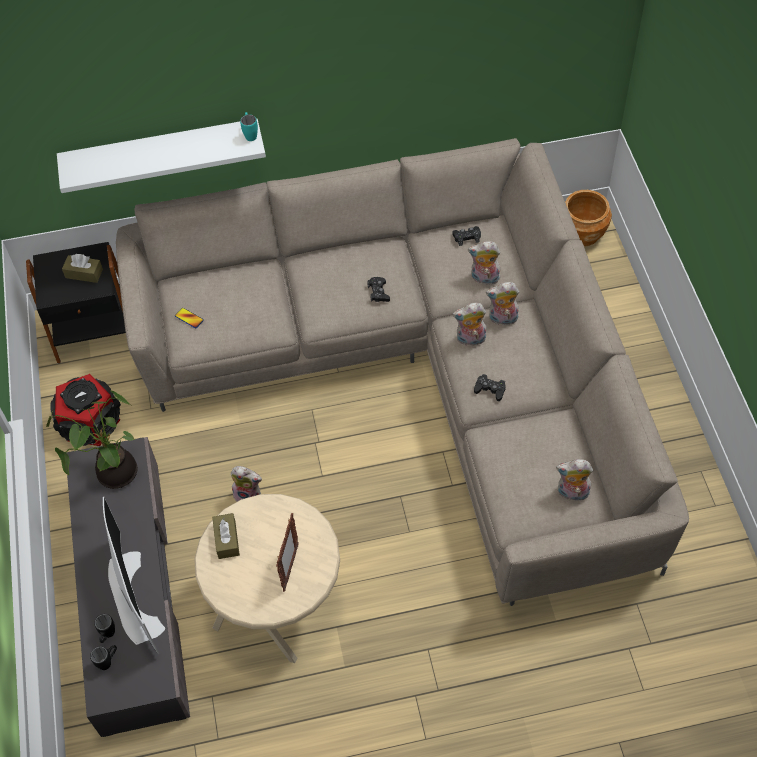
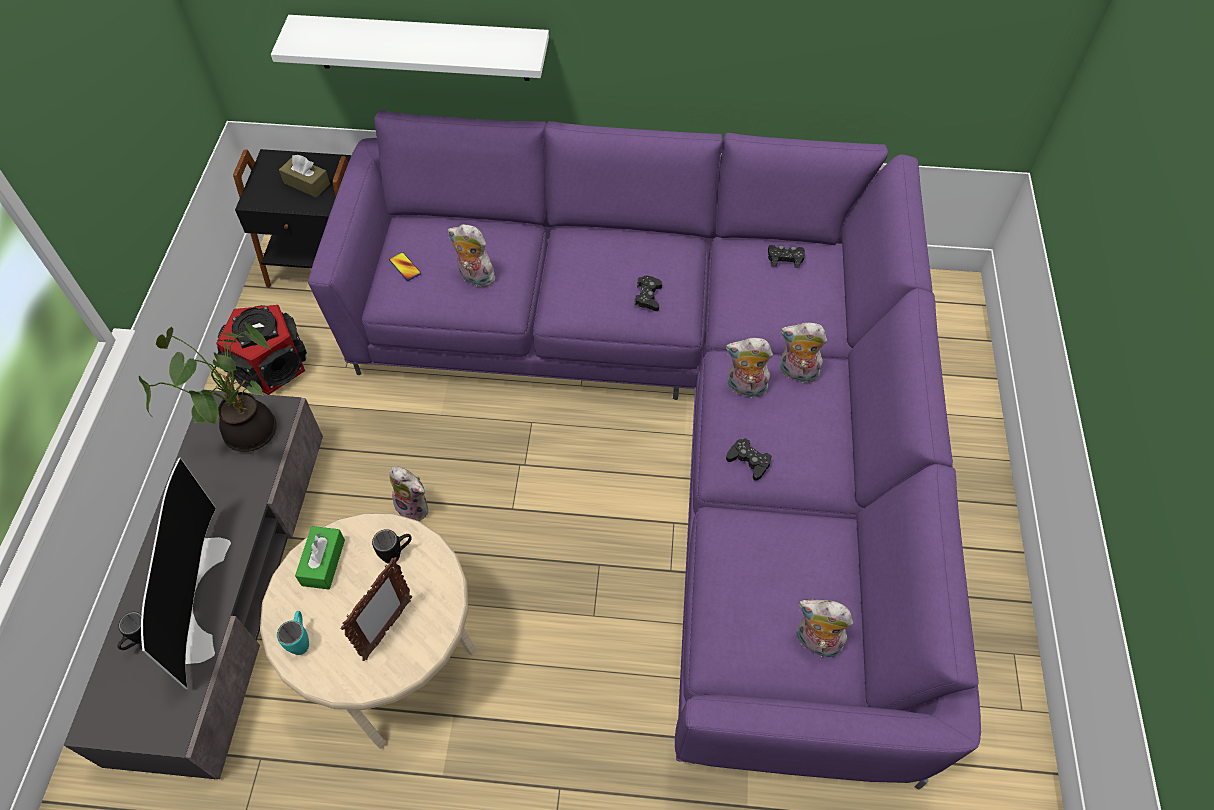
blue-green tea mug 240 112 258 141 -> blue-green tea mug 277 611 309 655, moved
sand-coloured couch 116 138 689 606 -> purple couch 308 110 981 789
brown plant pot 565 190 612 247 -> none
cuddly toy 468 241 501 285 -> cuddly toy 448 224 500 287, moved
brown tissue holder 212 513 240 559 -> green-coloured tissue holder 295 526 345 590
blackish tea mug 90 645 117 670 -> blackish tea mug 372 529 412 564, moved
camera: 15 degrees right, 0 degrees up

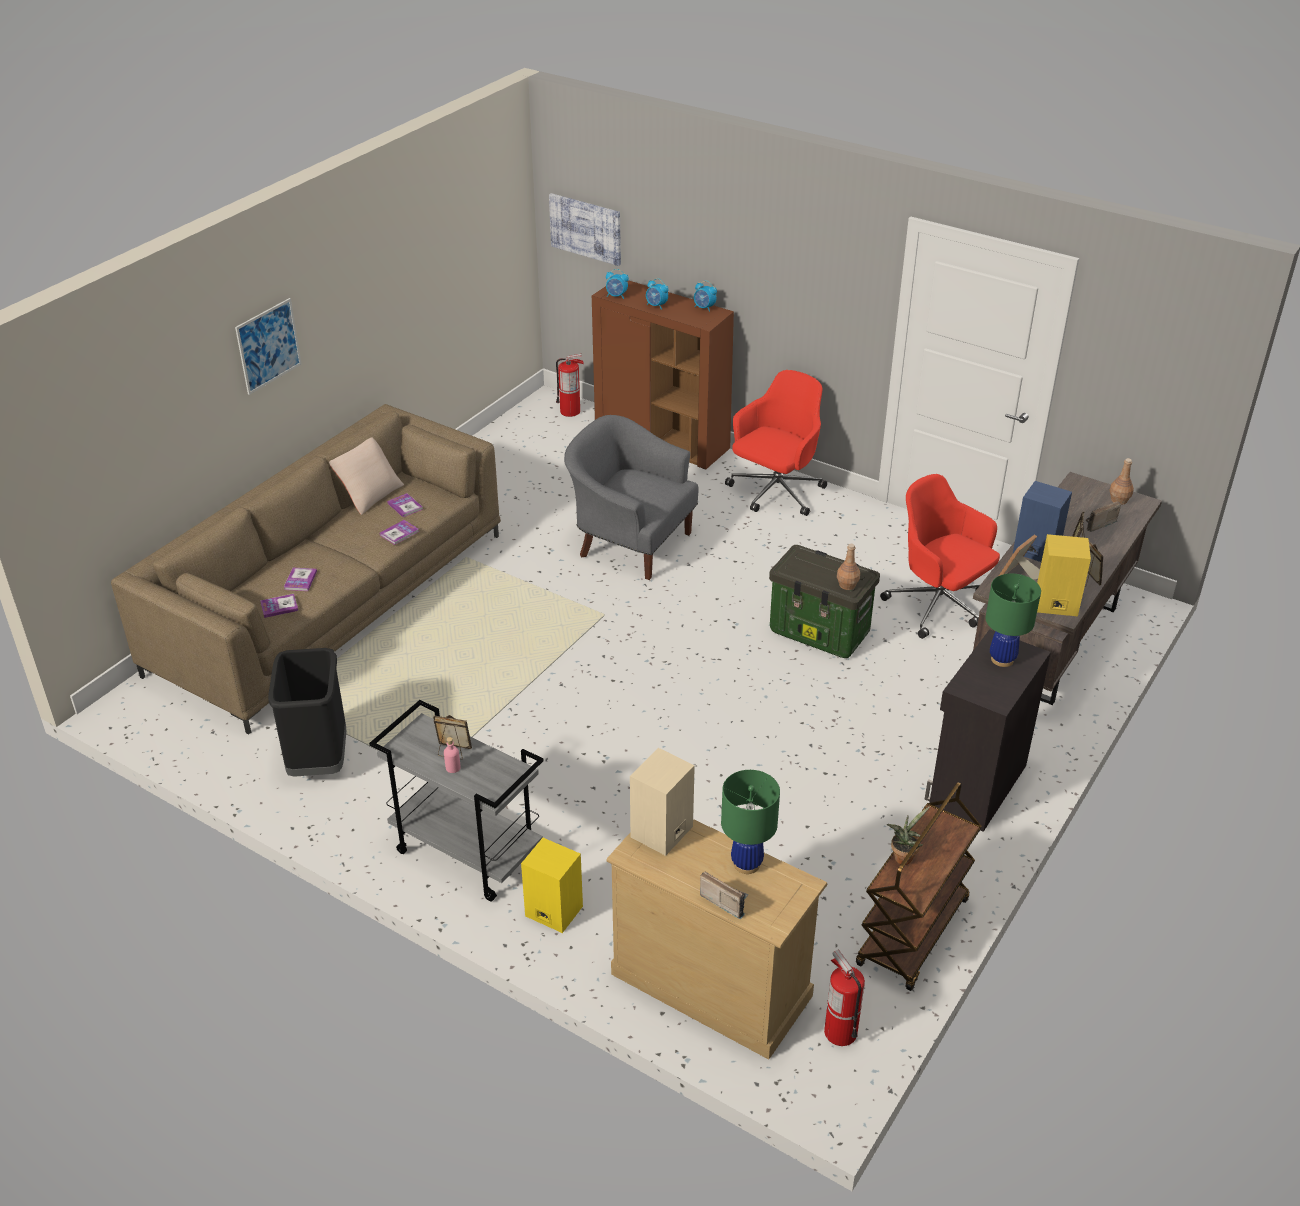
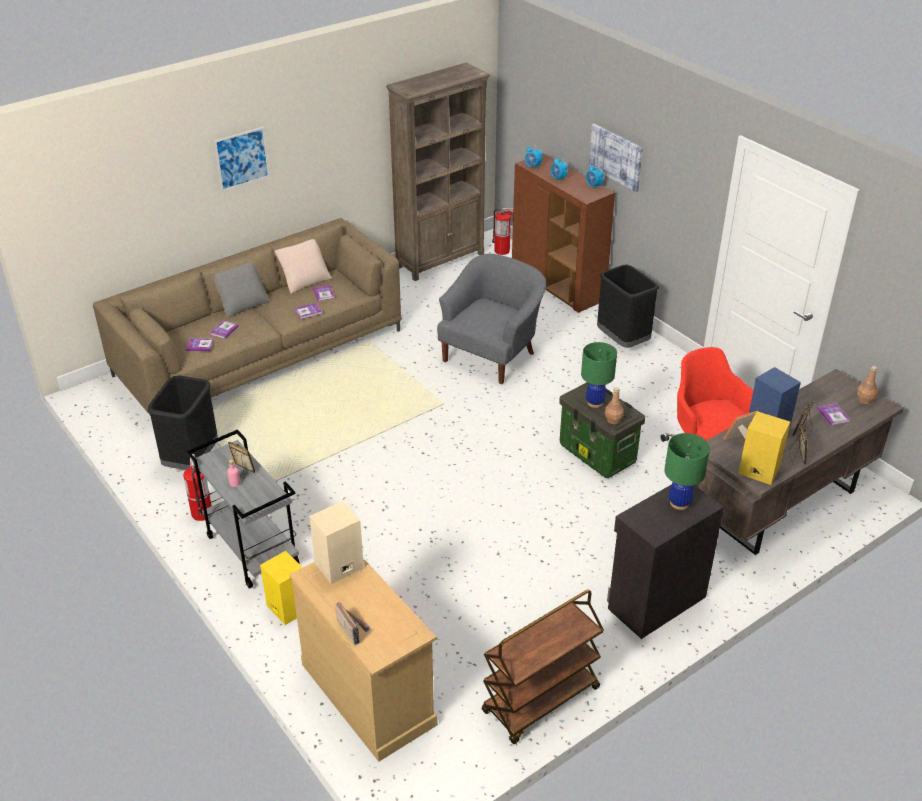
wall art 549 193 621 266 -> wall art 589 124 643 192, moved
red office chair 725 370 827 516 -> blackish rubbish bin 597 265 659 348
grey easy chair 564 415 699 580 -> grey easy chair 437 254 546 384, 75 degrees clockwise
radio 1085 501 1121 532 -> bound book 817 403 850 425
green-coloured lamp for a table 721 770 780 874 -> green-coloured lamp for a table 581 342 617 408, moved
potted plant 886 807 930 865 -> none
extinguisher 824 949 865 1046 -> extinguisher 183 454 212 521, moved
none -> brown shelving unit 386 63 490 281
none -> grey cushion 214 262 271 318
camera: 20 degrees right, 0 degrees up

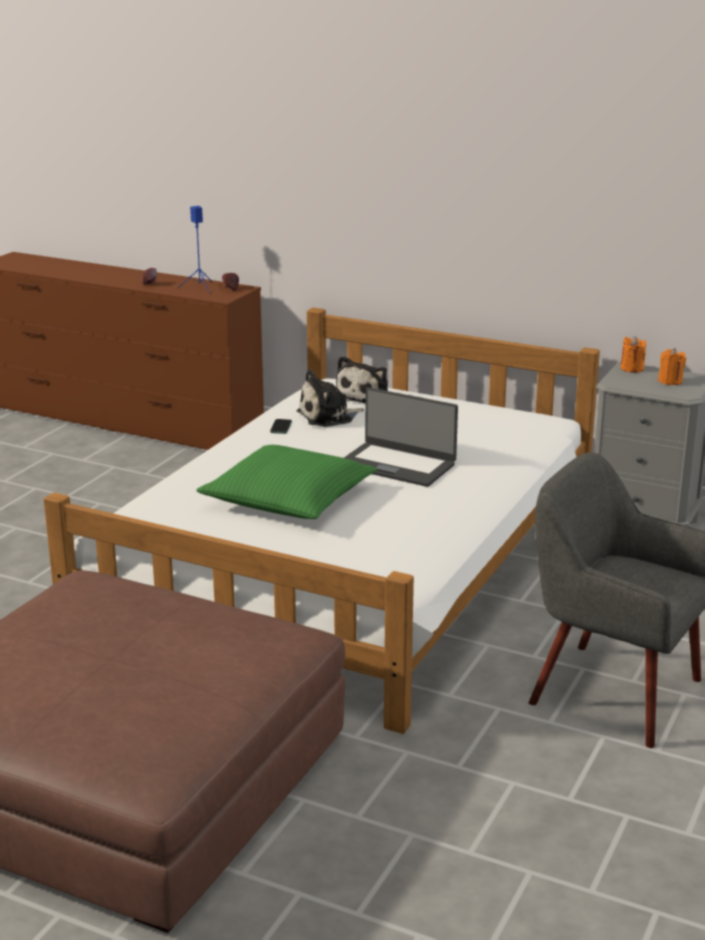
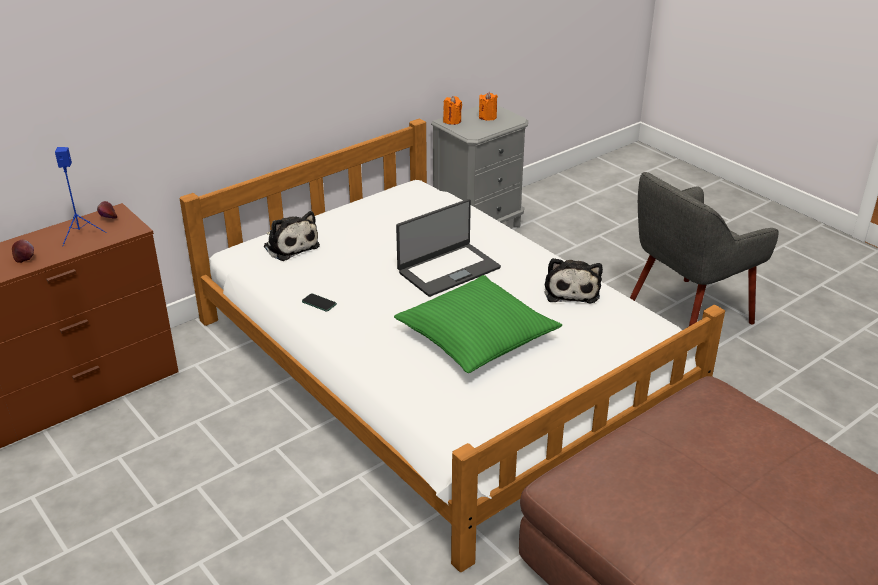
cuddly toy 297 370 364 427 -> cuddly toy 544 258 603 303, moved
camera: 65 degrees left, 10 degrees up

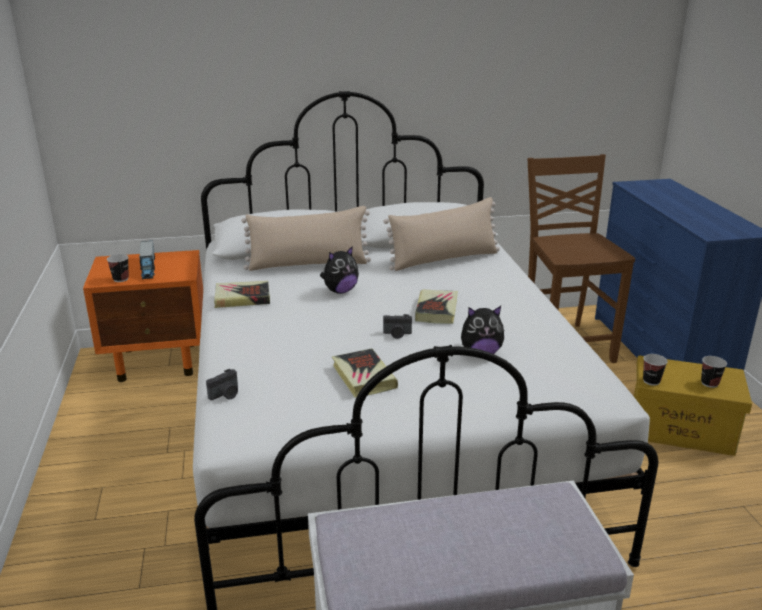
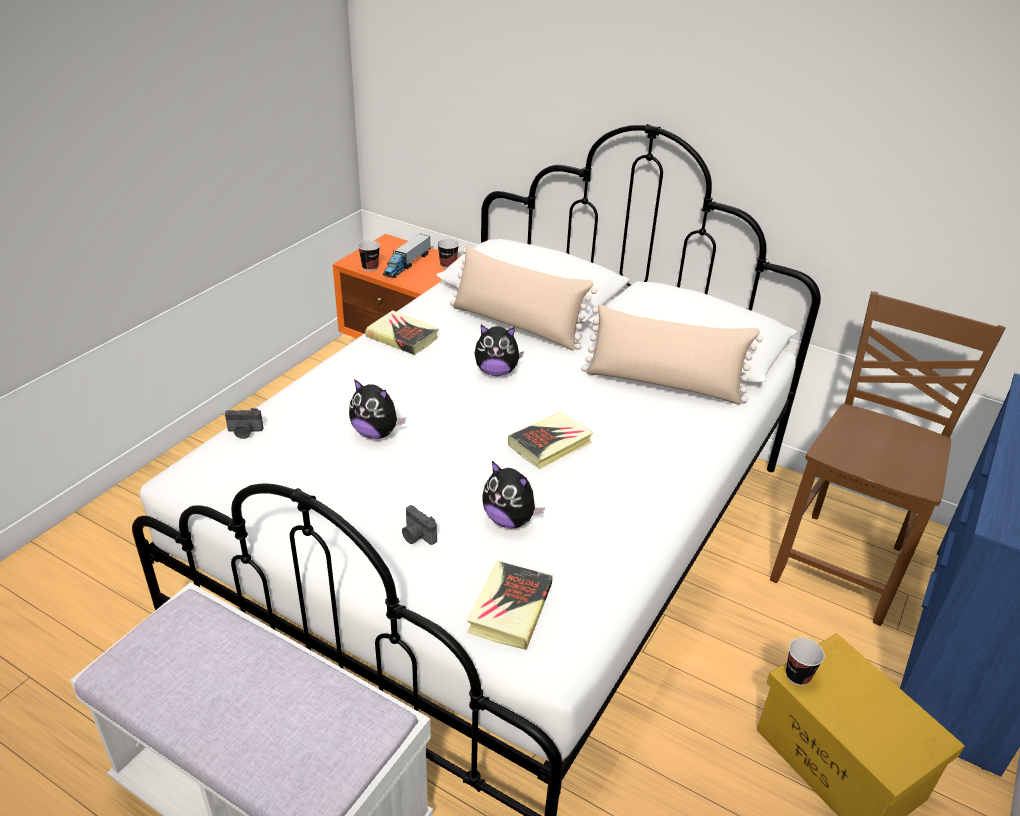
still camera 383 314 412 339 -> still camera 402 505 437 545, moved
bound book 332 348 398 398 -> bound book 467 561 553 650, moved
cup 701 356 727 388 -> cup 437 239 459 269, moved
none -> cuddly toy 349 379 406 439
camera: 40 degrees right, 10 degrees up

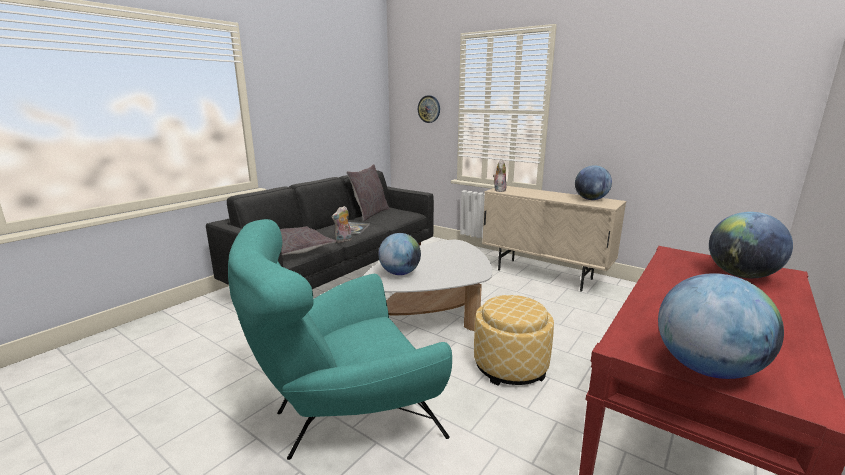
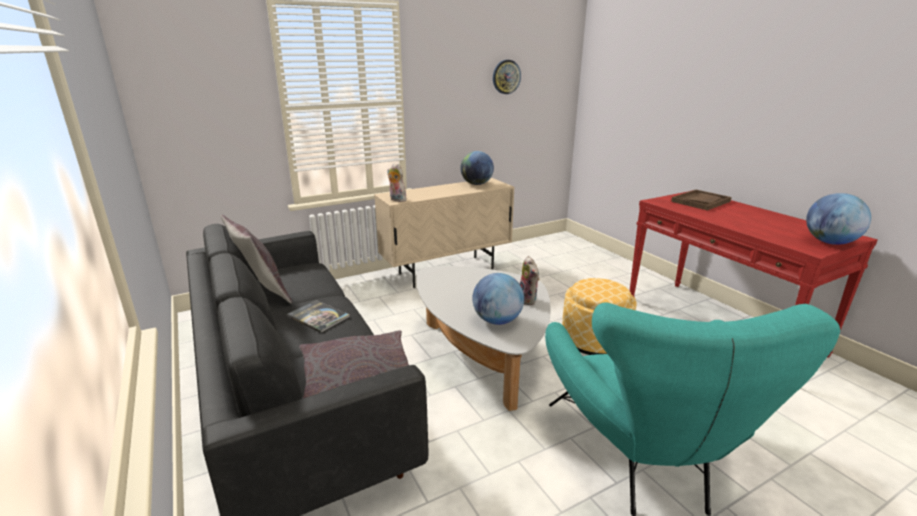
hanging clock 418 95 440 123 -> hanging clock 493 60 521 94, moved
cuddly toy 331 206 352 243 -> cuddly toy 519 256 539 305, moved
world globe 709 212 793 278 -> brown tray 671 190 732 211
camera: 65 degrees left, 5 degrees up

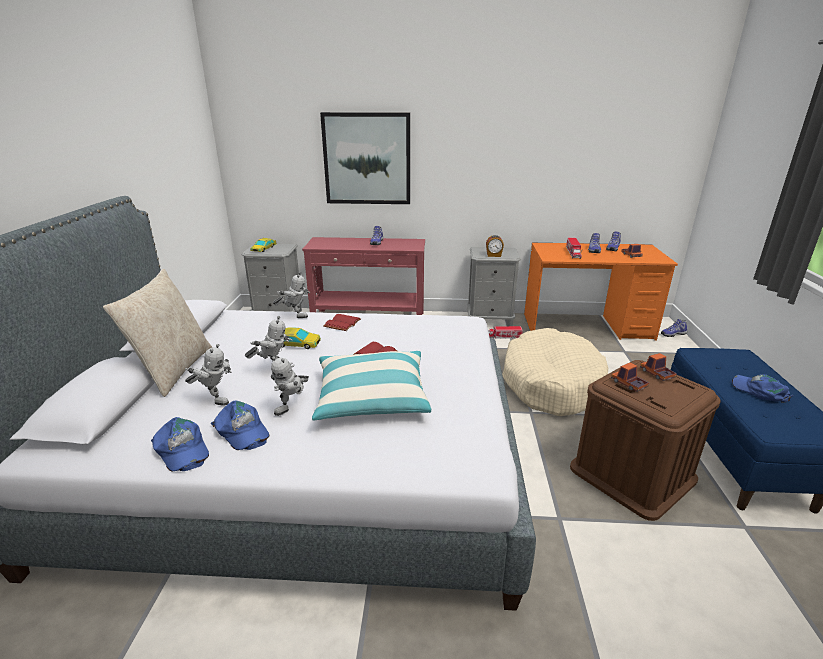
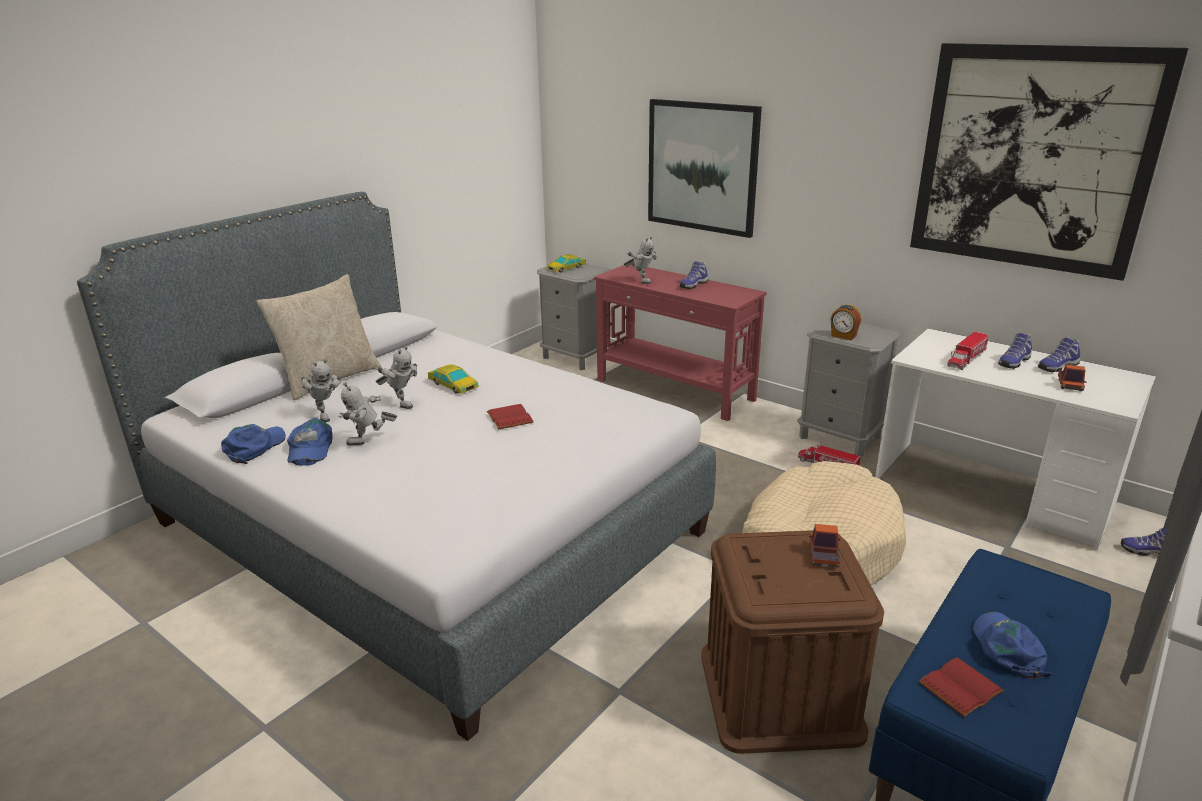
orange desk 524 243 678 341 -> white-coloured desk 875 328 1156 551
robot figure 273 272 310 318 -> robot figure 624 236 657 284, moved
red bound book 324 314 361 331 -> red bound book 919 658 1004 717, moved
cushion 312 351 431 421 -> none
model truck 611 363 649 392 -> none
blue cap 151 417 209 472 -> blue cap 221 424 286 464, 150 degrees counterclockwise
none -> wall art 910 43 1189 281
camera: 35 degrees right, 0 degrees up

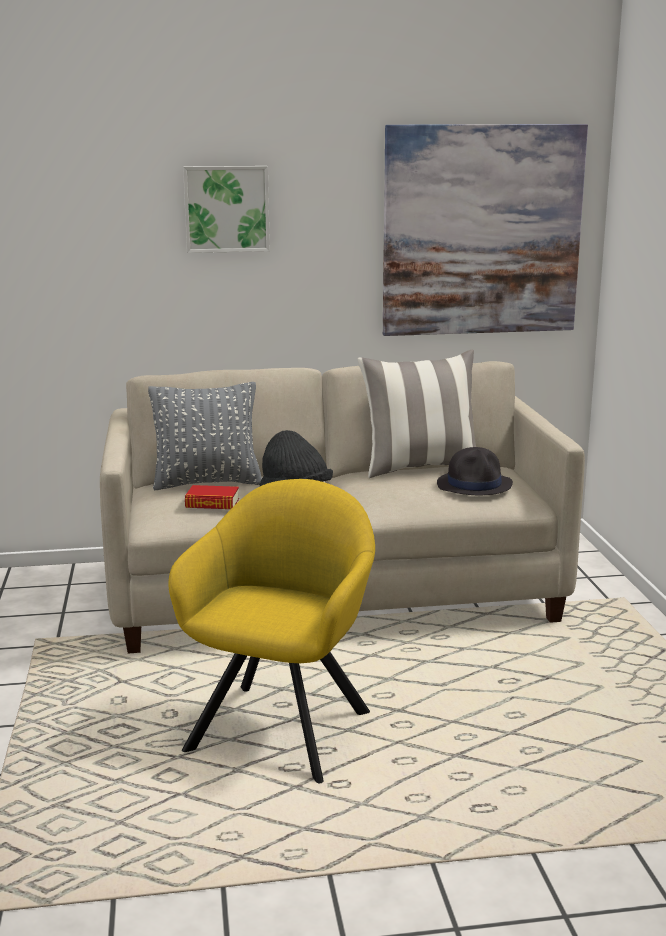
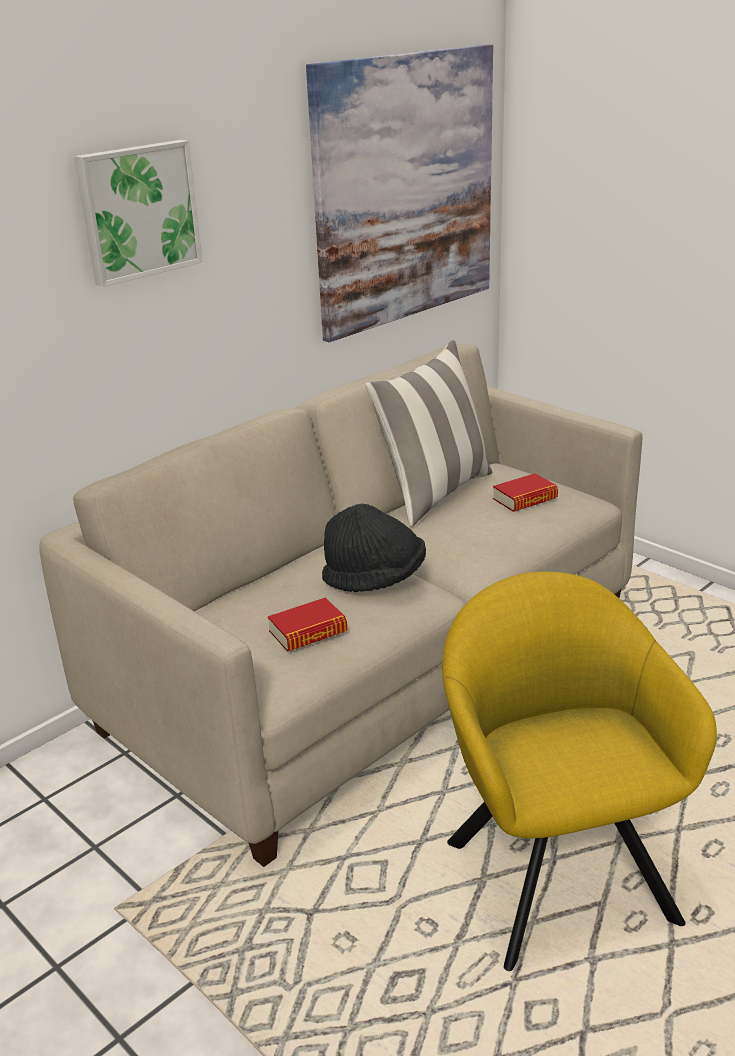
grey cushion 148 382 262 490 -> none
blackish wearable hat 437 447 513 495 -> bound book 493 473 558 512
camera: 35 degrees left, 10 degrees up

